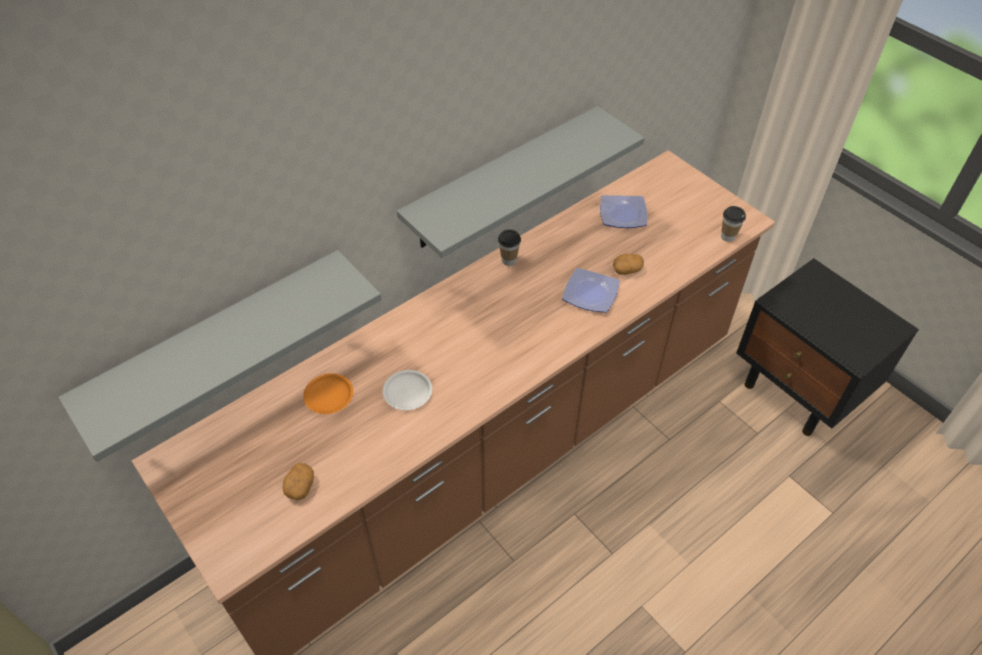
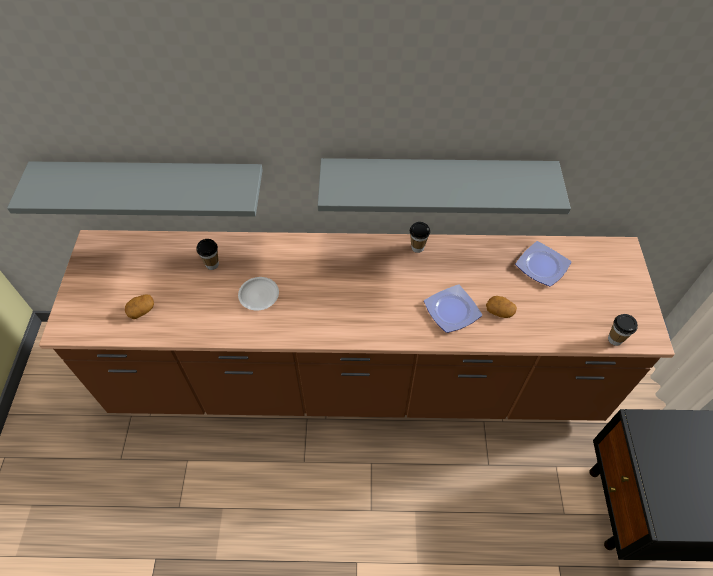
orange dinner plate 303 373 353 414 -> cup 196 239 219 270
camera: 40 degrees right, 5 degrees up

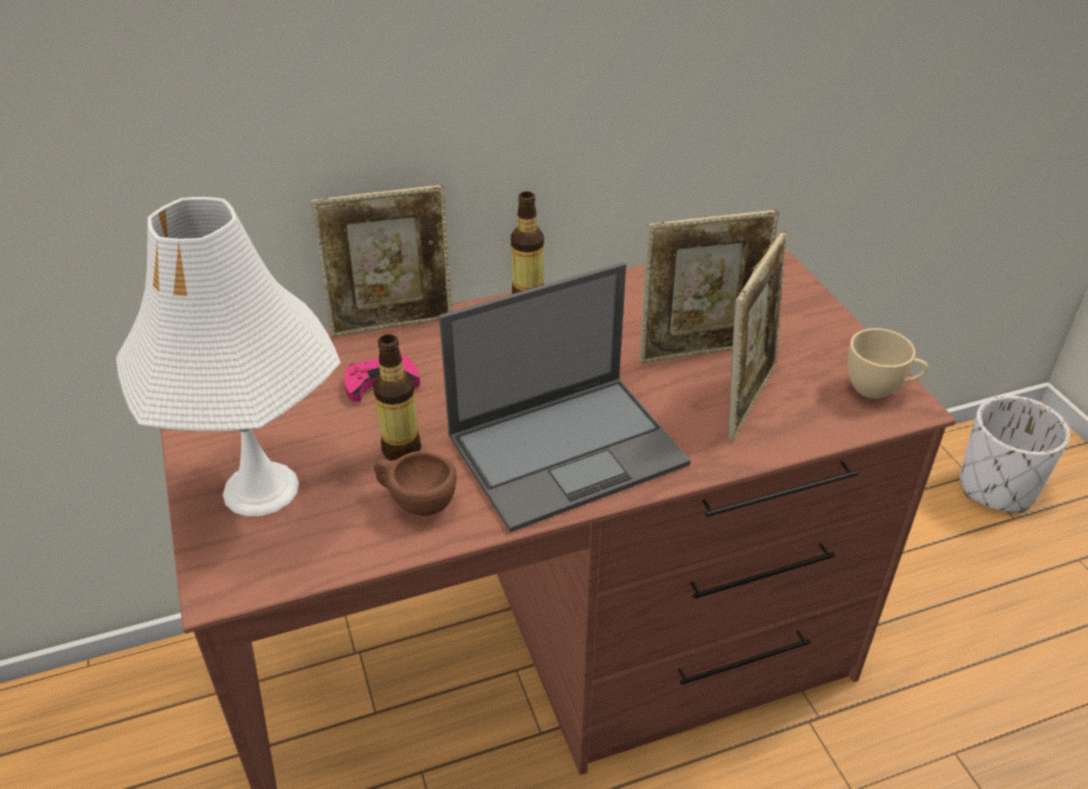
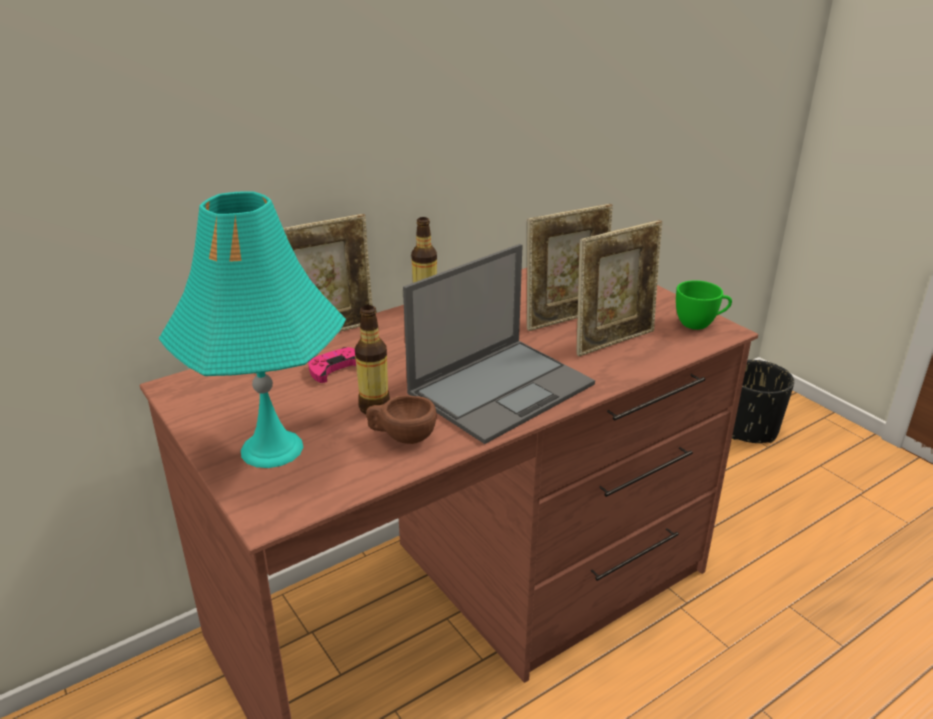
white-coloured lamp for a table 116 197 341 516 -> blue-green lamp for a table 159 191 346 468
picture frame 728 231 788 441 -> picture frame 576 220 662 356, 45 degrees clockwise
sand-coloured cup 848 328 928 399 -> green-coloured cup 676 280 732 330
white-coloured plant pot 960 395 1070 513 -> blackish plant pot 732 360 794 443
camera: 15 degrees left, 10 degrees down

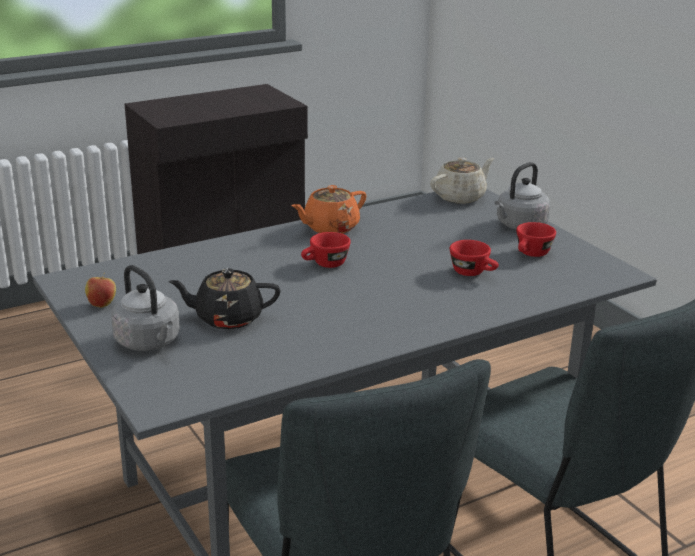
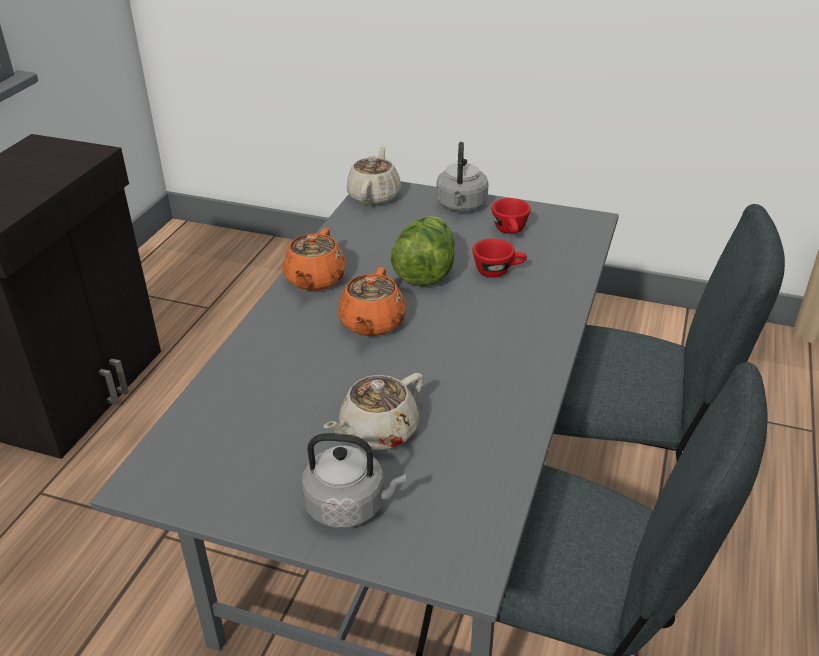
red cup 301 232 351 268 -> orange pot for tea 338 267 406 336
blackish pot for tea 168 268 281 329 -> sand-coloured pot for tea 324 373 424 450
apple fruit 85 273 116 308 -> none
none -> lettuce head 391 216 455 286
camera: 40 degrees left, 10 degrees up

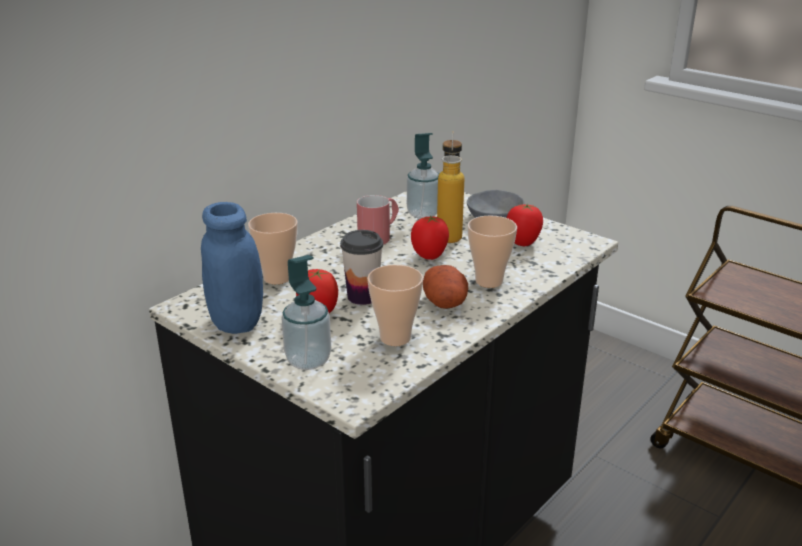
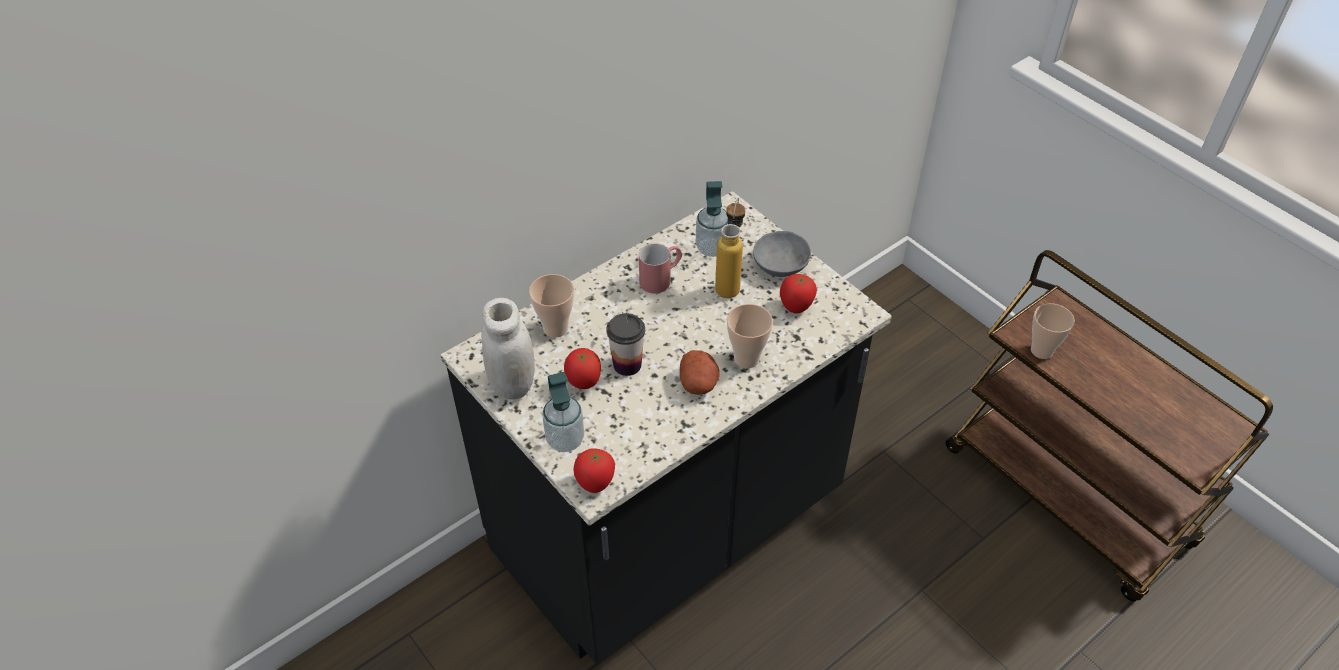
blue preserve jar 201 202 263 334 -> white-coloured preserve jar 481 298 535 399
fresh tomato 411 216 449 260 -> fresh tomato 573 448 615 493, moved
cup 367 265 423 346 -> cup 1031 303 1075 359, moved
camera: 10 degrees right, 20 degrees up

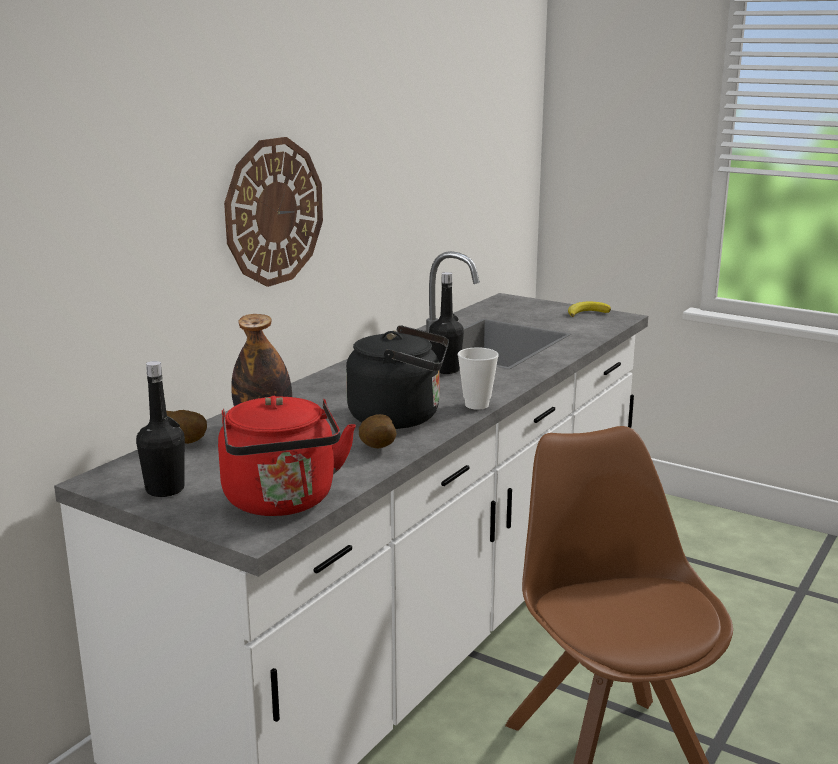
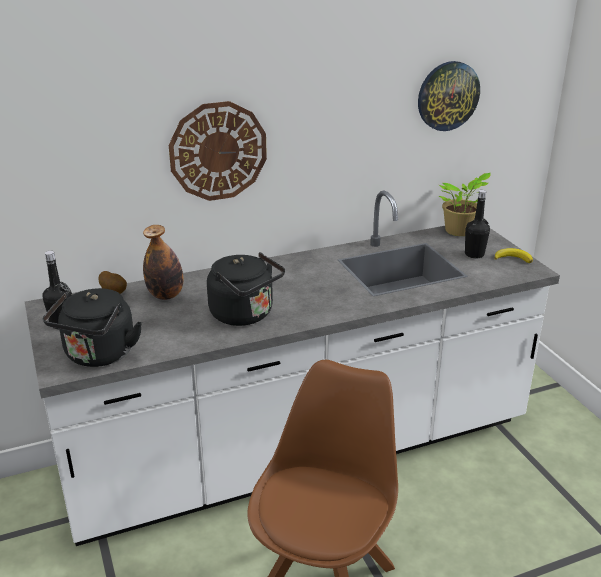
blackish bottle 429 272 464 374 -> blackish bottle 465 190 490 258, moved
cup 458 347 499 410 -> none
red water kettle 218 396 356 516 -> blackish water kettle 43 288 142 367
spud 359 414 396 449 -> none
none -> hanging clock 418 61 480 131
none -> potted plant 439 173 490 236
camera: 35 degrees right, 10 degrees up

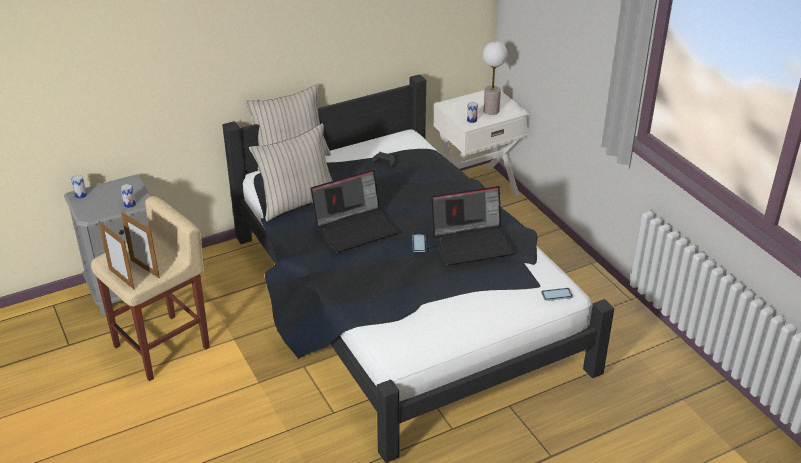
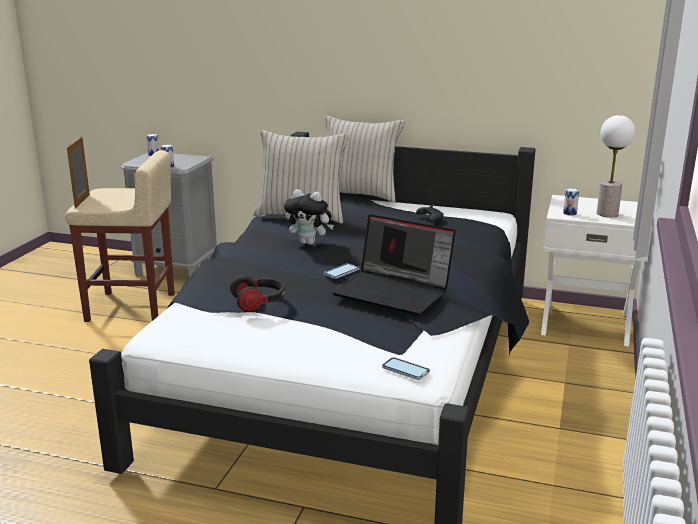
portable computer 311 170 399 253 -> cuddly toy 284 189 334 245
picture frame 121 212 160 278 -> none
none -> headphones 230 275 285 312
camera: 45 degrees right, 15 degrees down

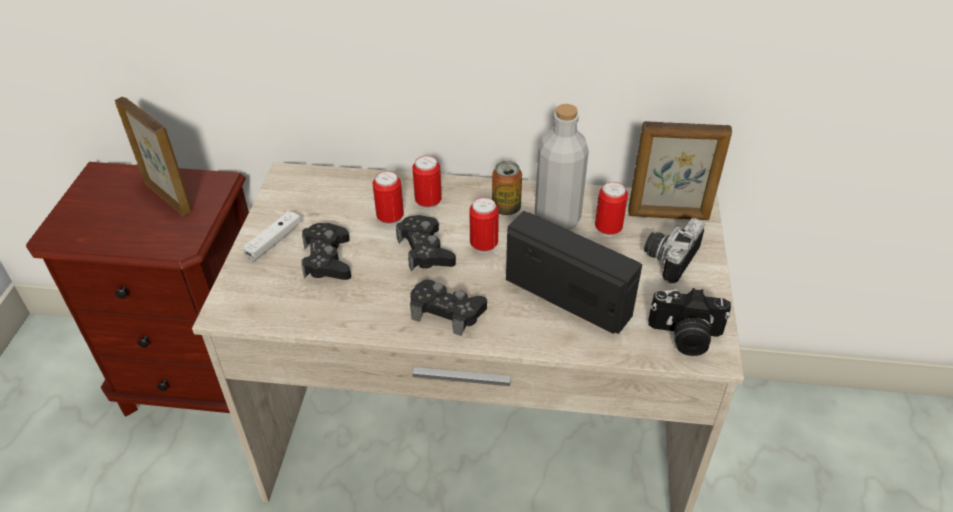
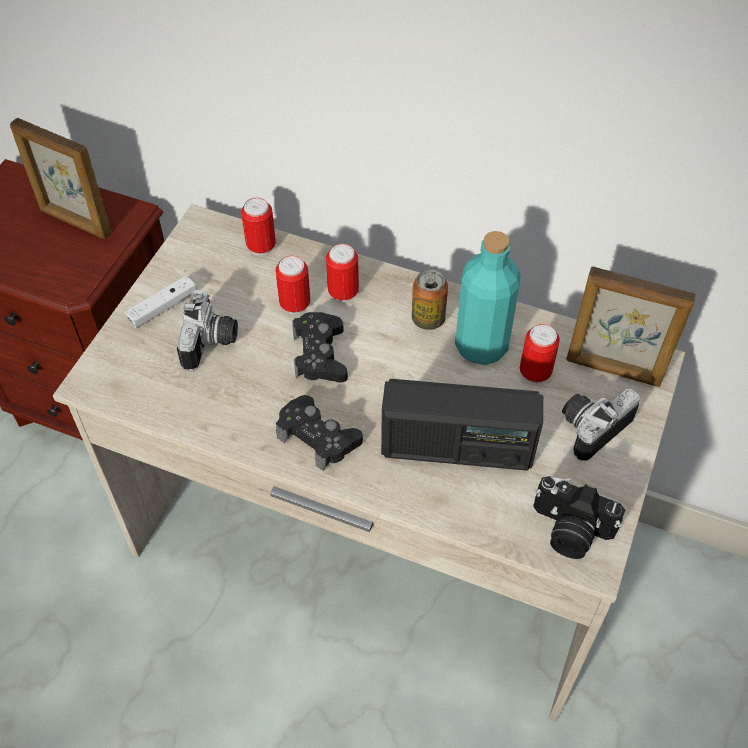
picture frame 115 97 192 217 -> picture frame 10 118 111 239, 150 degrees clockwise
grey bottle 535 104 589 230 -> blue-green bottle 455 231 521 365
metal can 469 197 499 253 -> metal can 241 198 276 255, moved
radio 506 211 642 334 -> radio 381 379 543 471, 135 degrees clockwise
blackish gamepad 301 223 351 280 -> still camera 177 290 238 371
camera: 15 degrees right, 10 degrees up

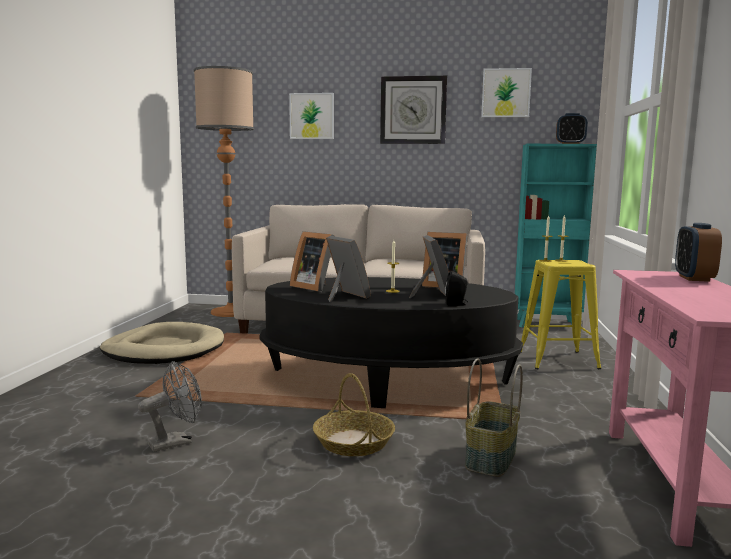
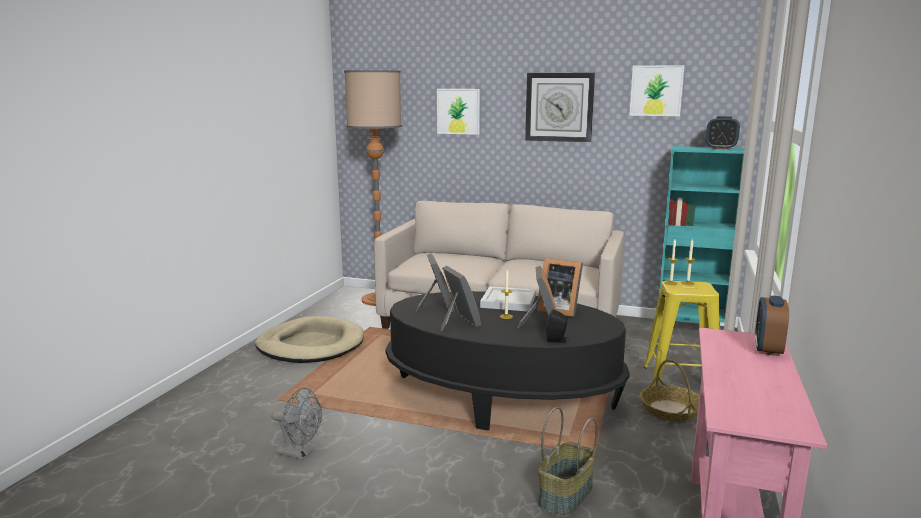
picture frame 290 231 335 292 -> picture frame 415 253 454 313, 150 degrees counterclockwise
grey fan 138 361 202 452 -> grey fan 271 388 322 460, 45 degrees clockwise
basket 313 373 395 456 -> basket 640 359 700 422, moved
none -> white-coloured tray 480 286 536 311
camera: 10 degrees right, 5 degrees up

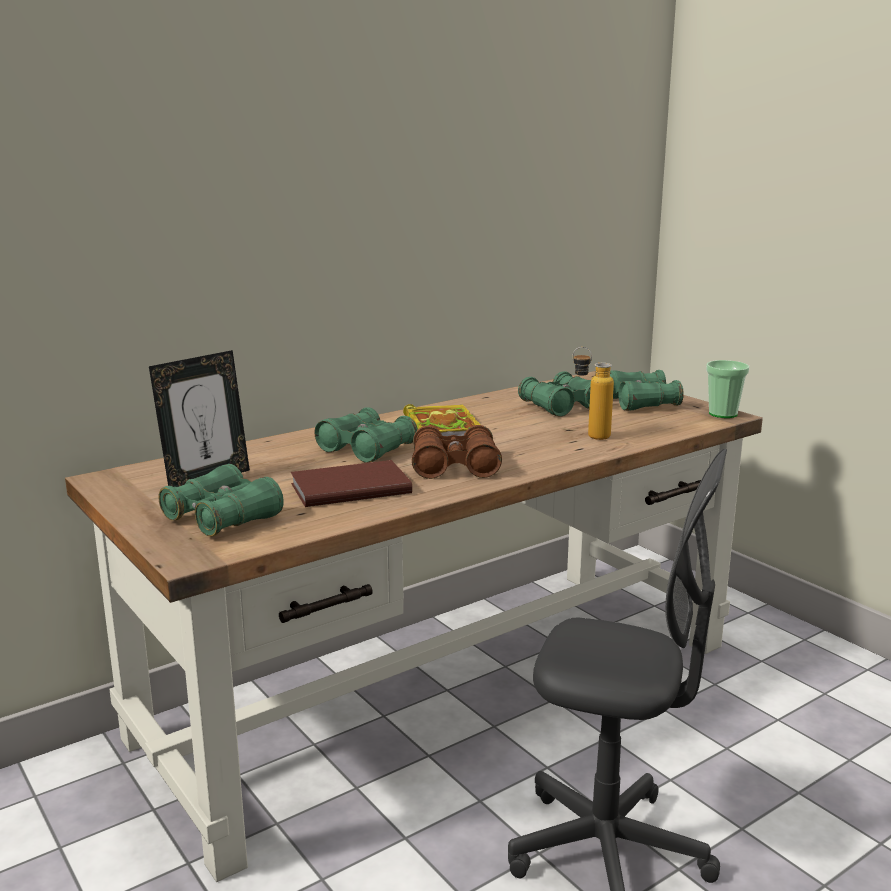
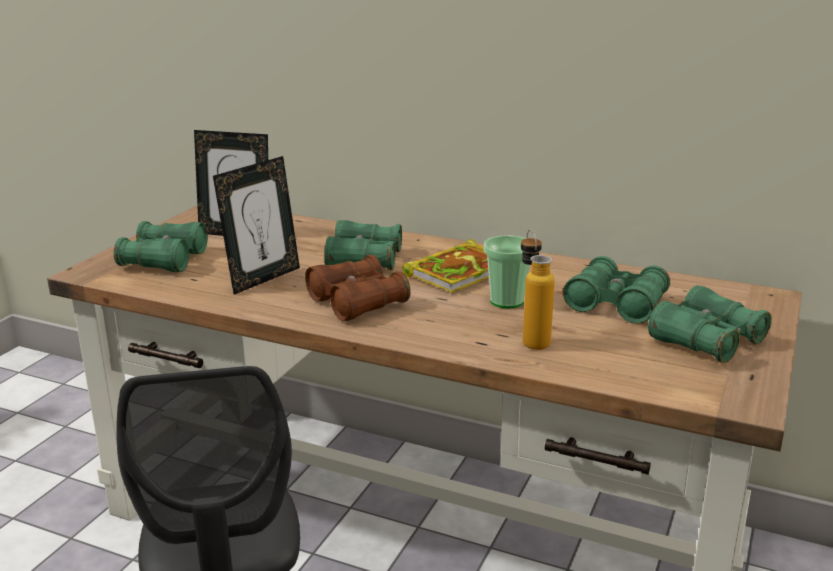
cup 706 360 749 418 -> cup 484 235 530 308, moved
brown bound book 291 460 412 507 -> picture frame 213 156 300 295
camera: 60 degrees right, 5 degrees up

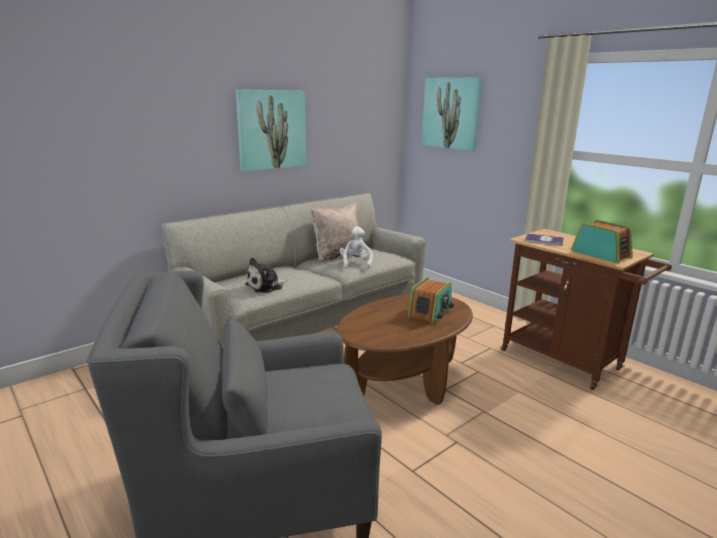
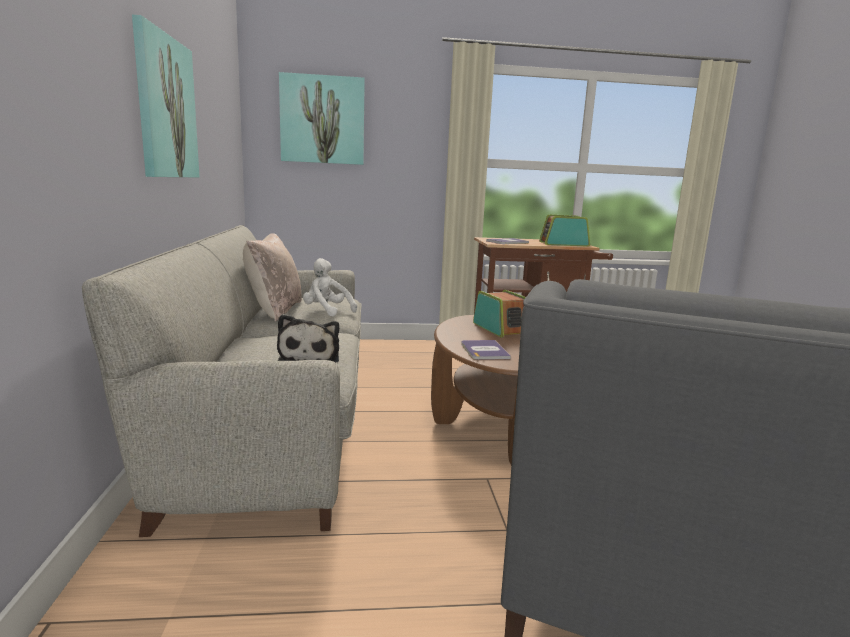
none -> bound book 461 340 511 360
camera: 55 degrees left, 5 degrees down

